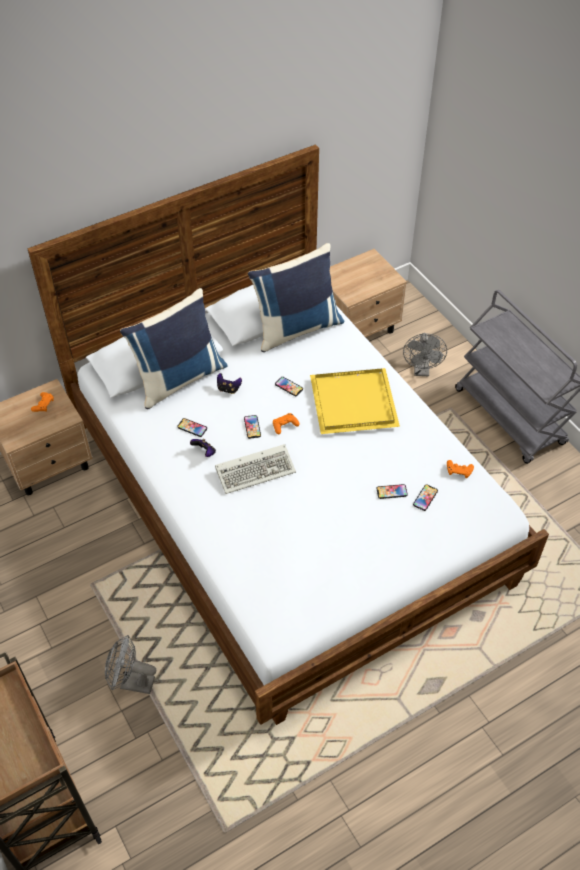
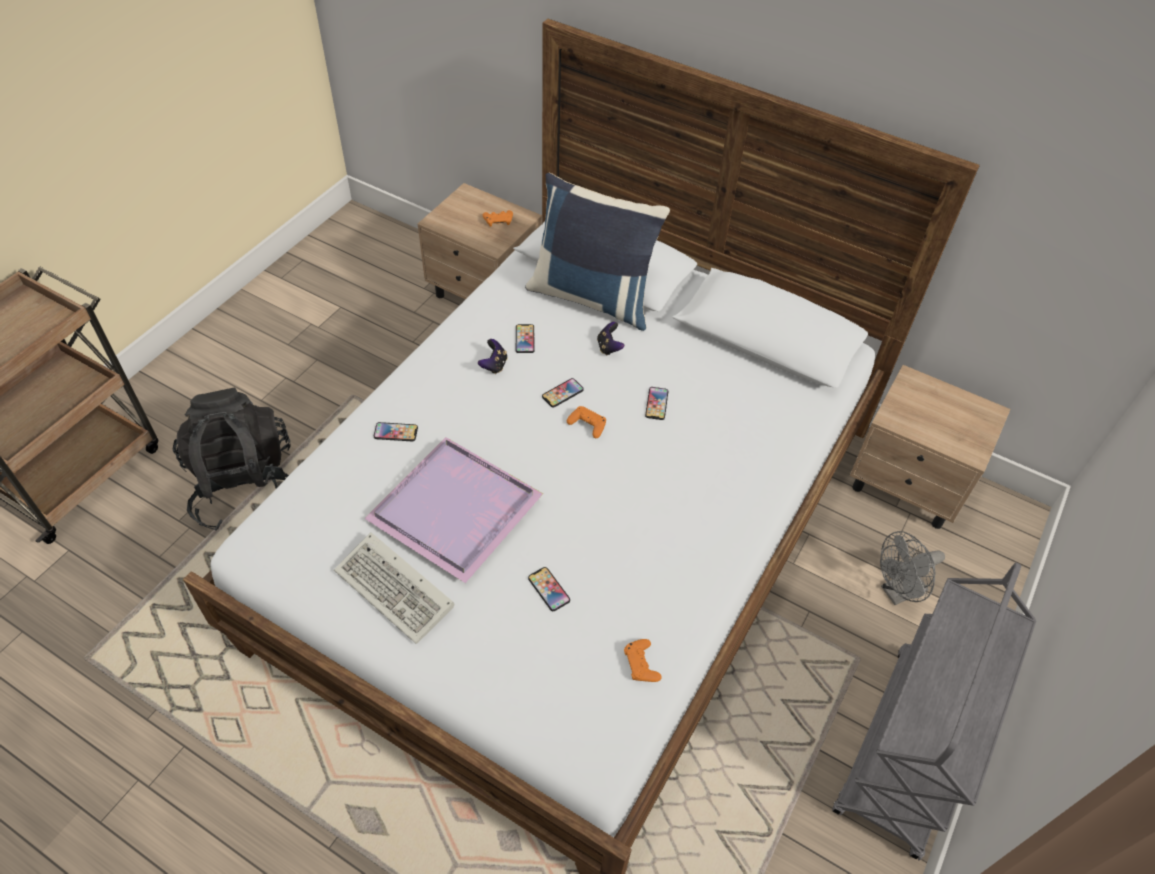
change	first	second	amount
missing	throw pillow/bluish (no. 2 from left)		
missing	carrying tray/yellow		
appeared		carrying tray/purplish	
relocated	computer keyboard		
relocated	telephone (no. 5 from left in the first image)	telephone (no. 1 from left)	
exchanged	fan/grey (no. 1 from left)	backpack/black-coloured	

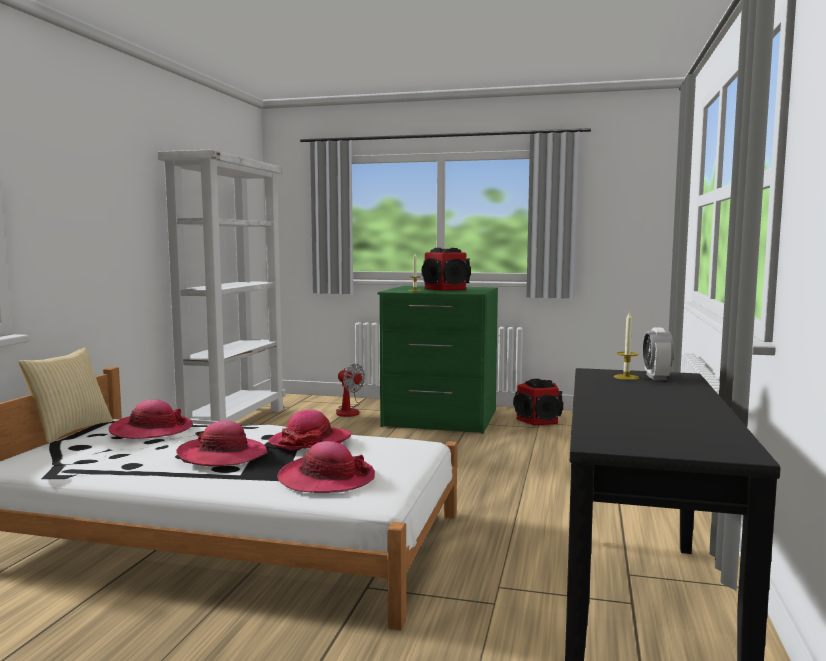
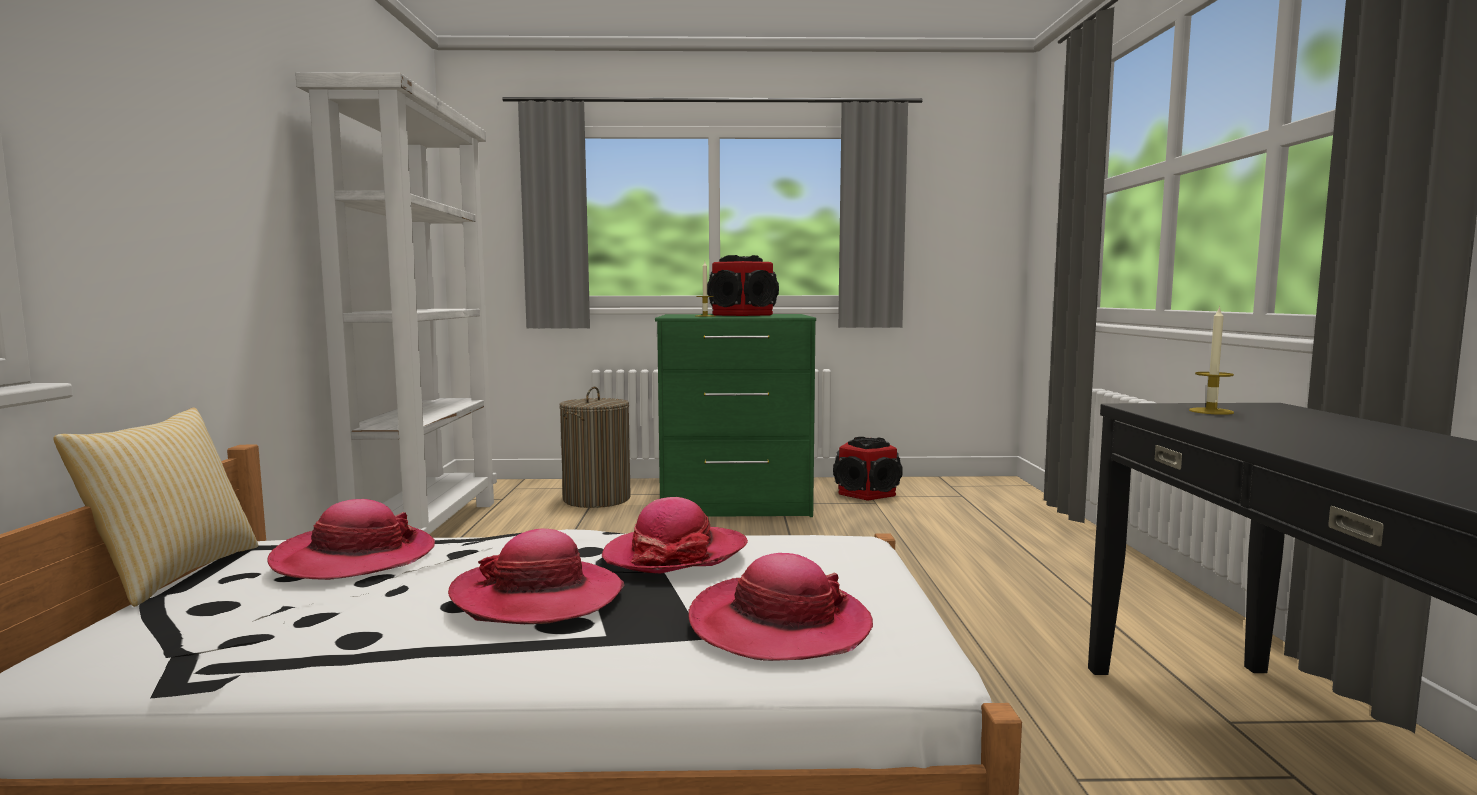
change	first	second	amount
missing	bedside clock		
exchanged	fan	hamper	

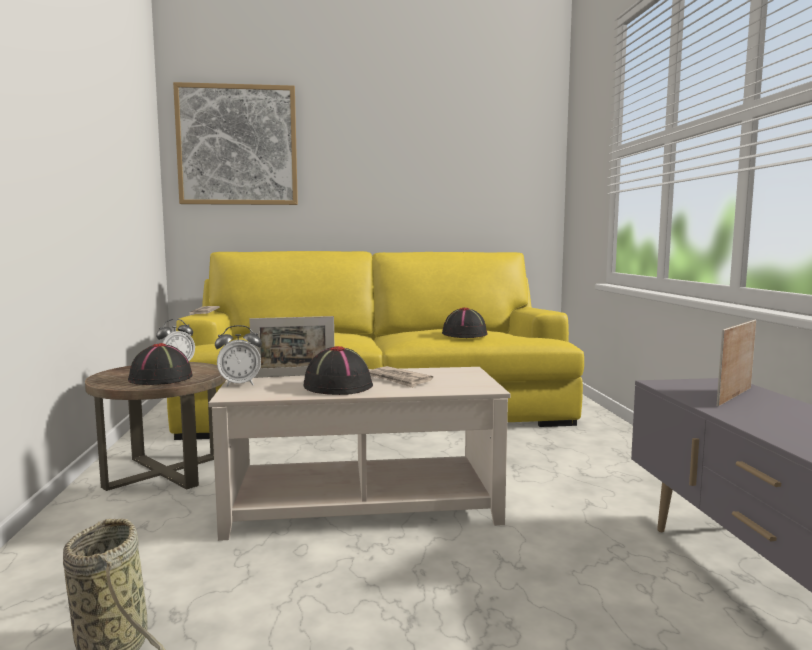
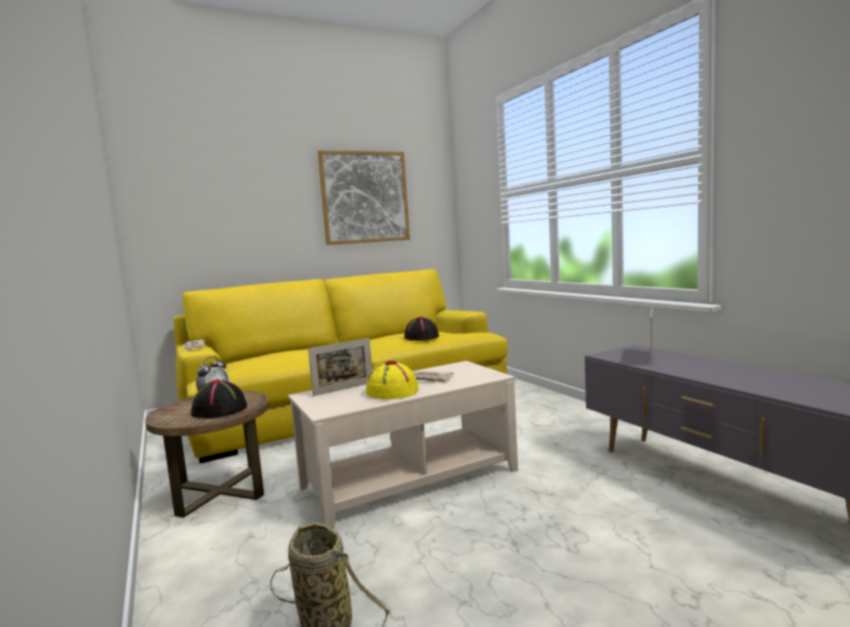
change	first	second	amount
missing	bedside clock (no. 2 from left)		
relocated	wall picture		
colour	clothing hat/black-coloured (no. 2 from left)	clothing hat/yellow	

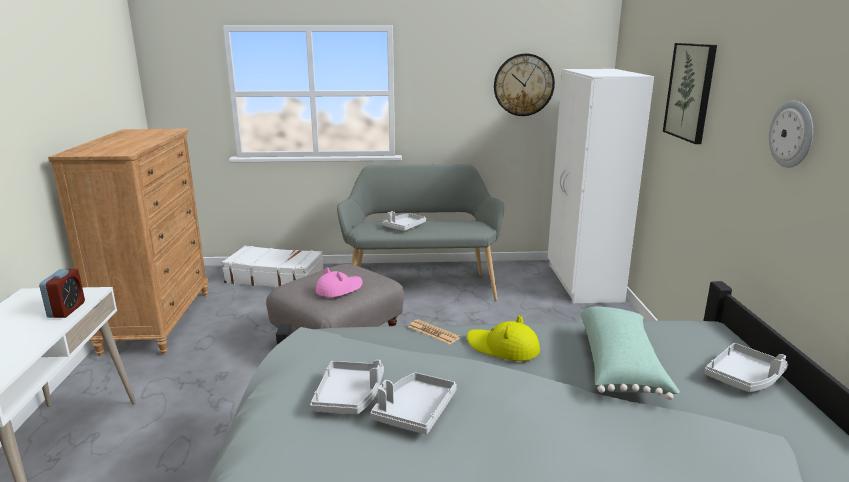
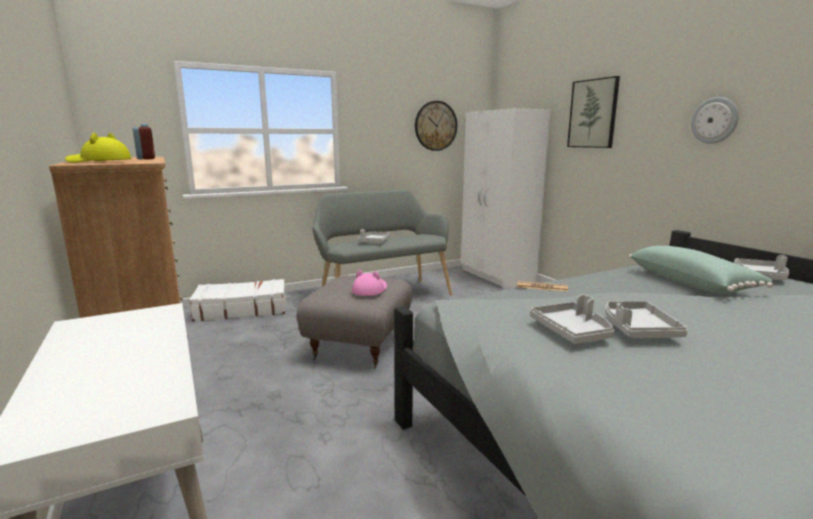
change	first	second	amount
relocated	bedside clock		
relocated	clothing hat/yellow		

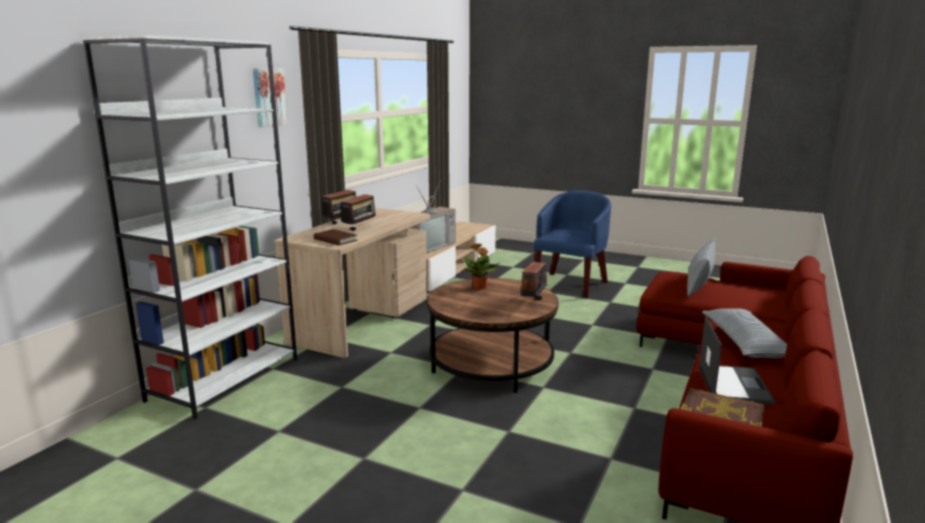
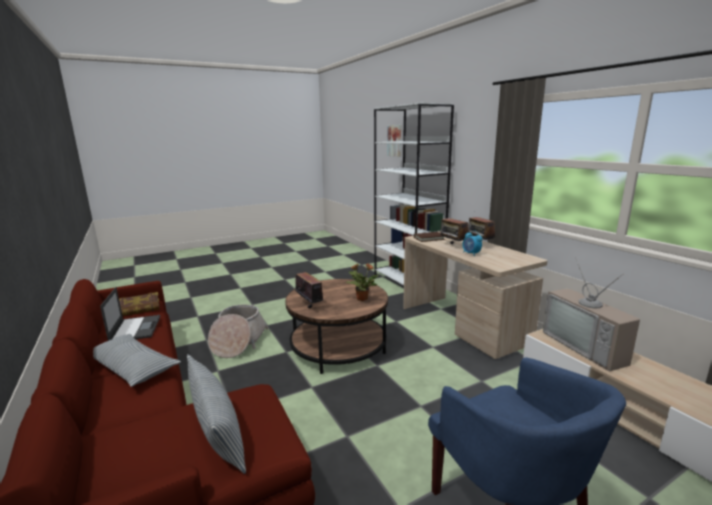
change	first	second	amount
appeared		basket	
appeared		bedside clock	
relocated	wall picture		
spun	laptop		150 degrees counterclockwise

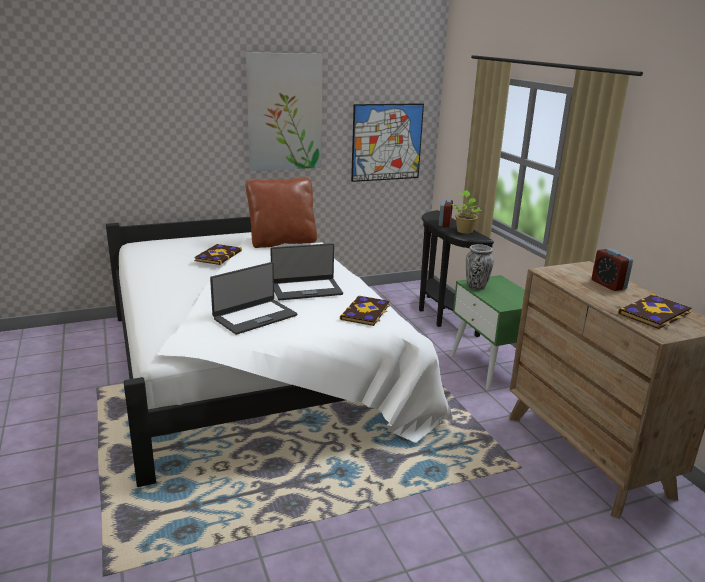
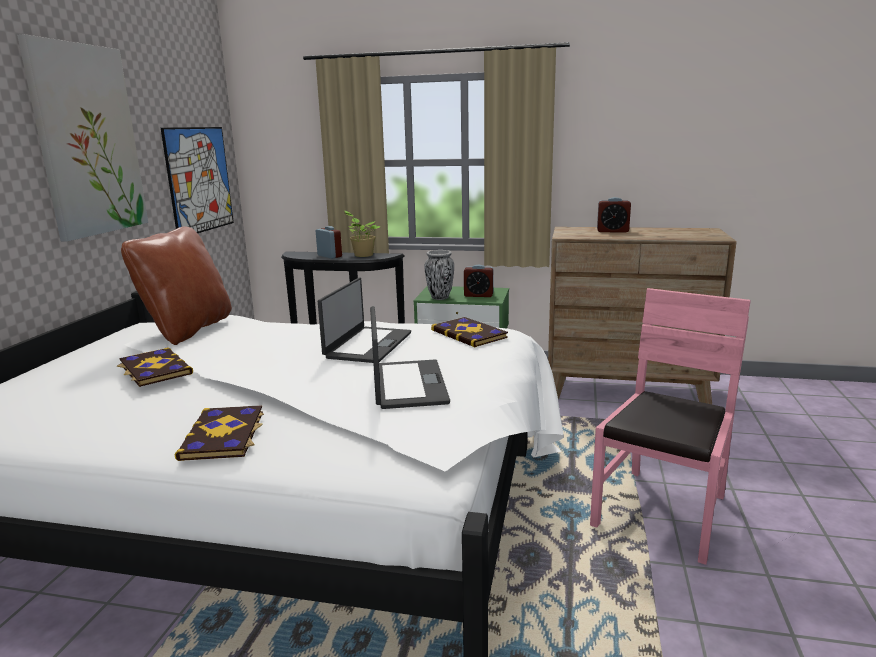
change	first	second	amount
appeared		bedside clock (no. 2 from left)	
appeared		upright chair/pink	
relocated	book (no. 3 from left in the first image)	book (no. 2 from left)	

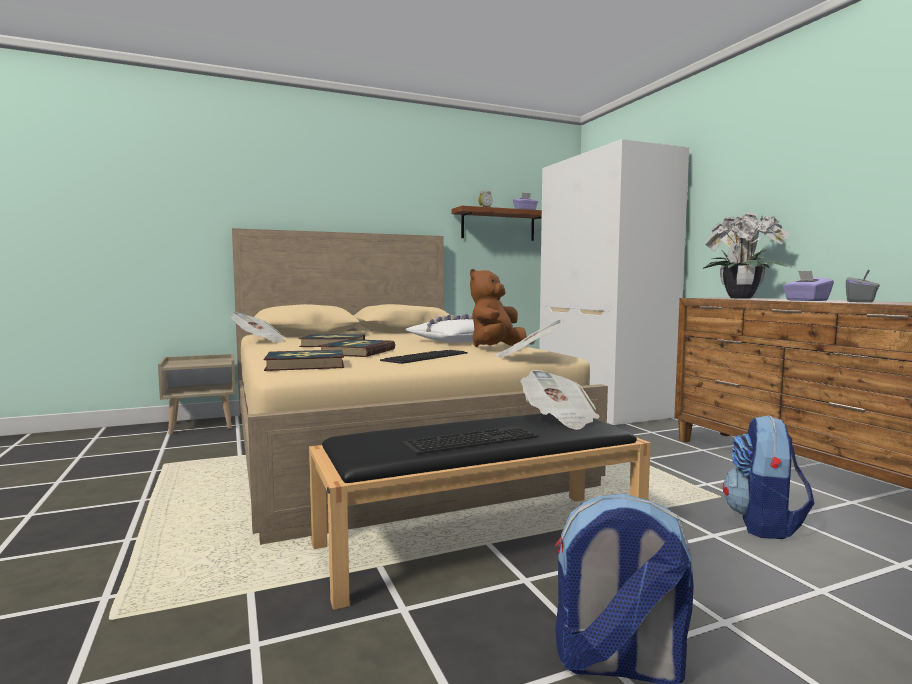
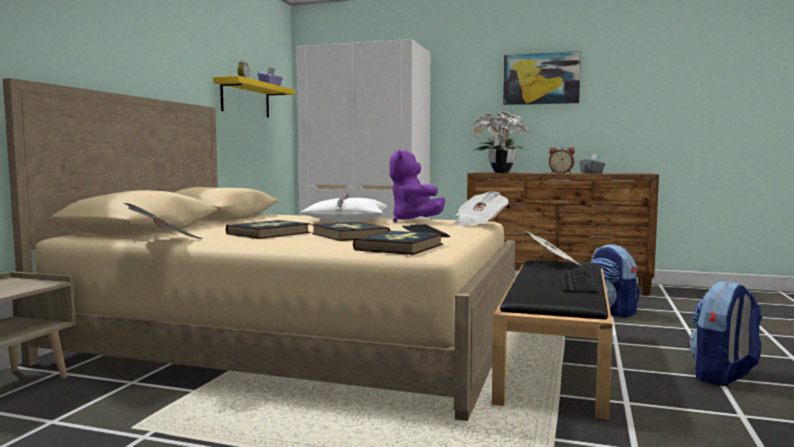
change	first	second	amount
appeared		wall picture	
exchanged	tissue box/purplish (no. 2 from left)	bedside clock (no. 2 from left)	
colour	wall shelf/brown-coloured	wall shelf/yellow	
colour	cuddly toy/brown-coloured	cuddly toy/purplish	

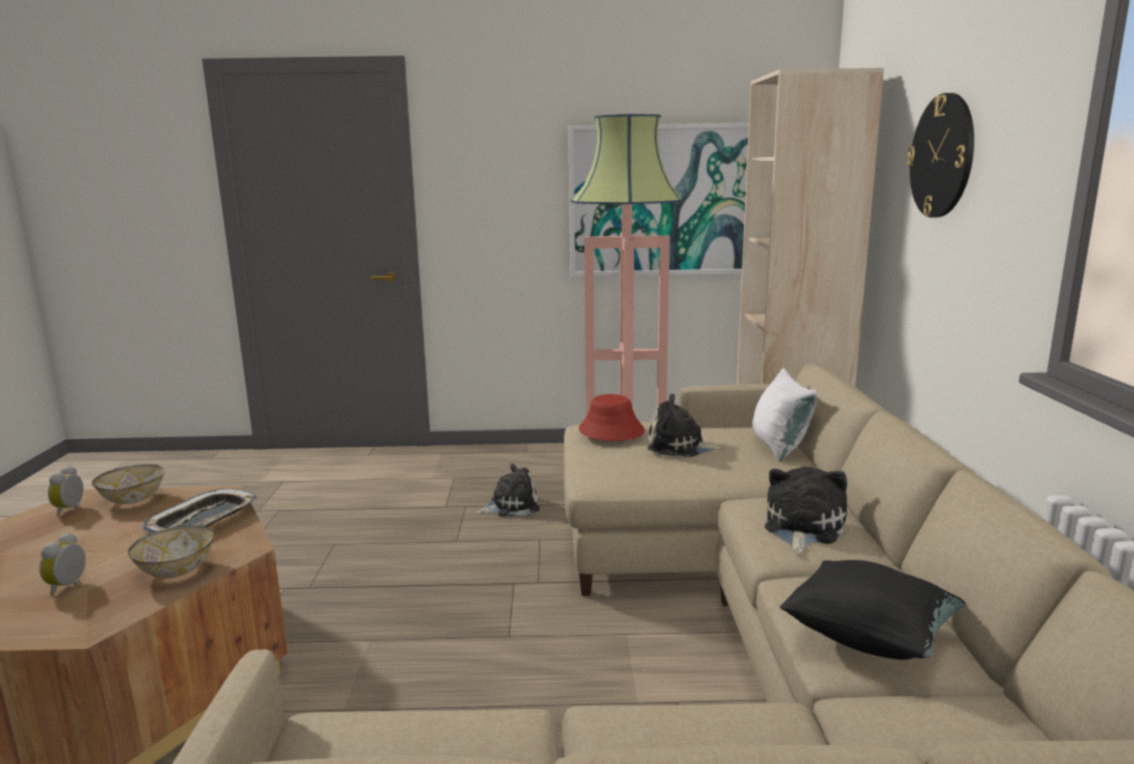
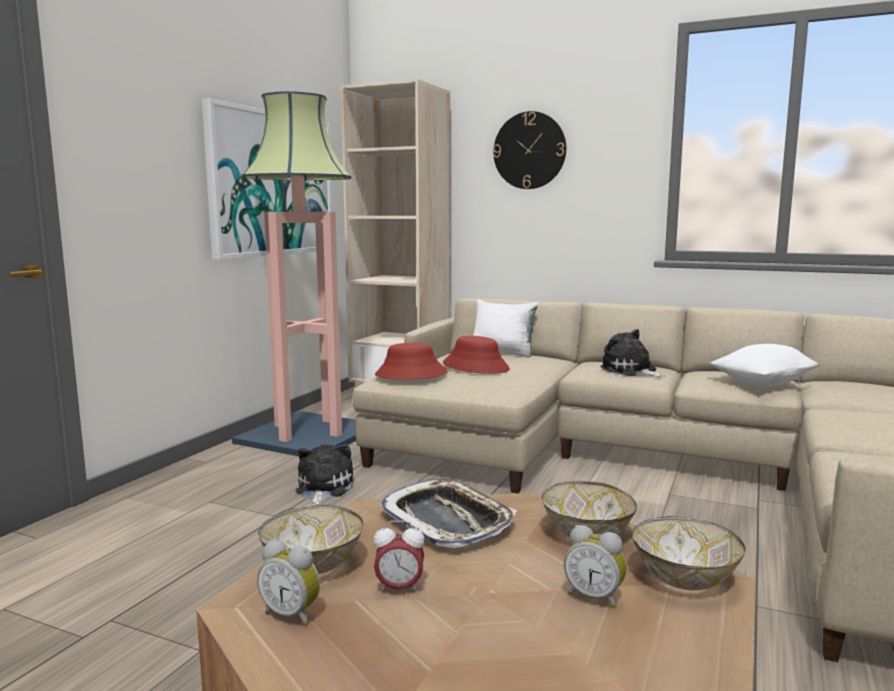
change	first	second	amount
appeared		bedside clock (no. 2 from left)	
appeared		deep dish (no. 3 from left)	
exchanged	cuddly toy (no. 2 from left)	clothing hat/red-coloured (no. 2 from left)	
colour	throw pillow/black-coloured	throw pillow/white-coloured (no. 2 from left)	

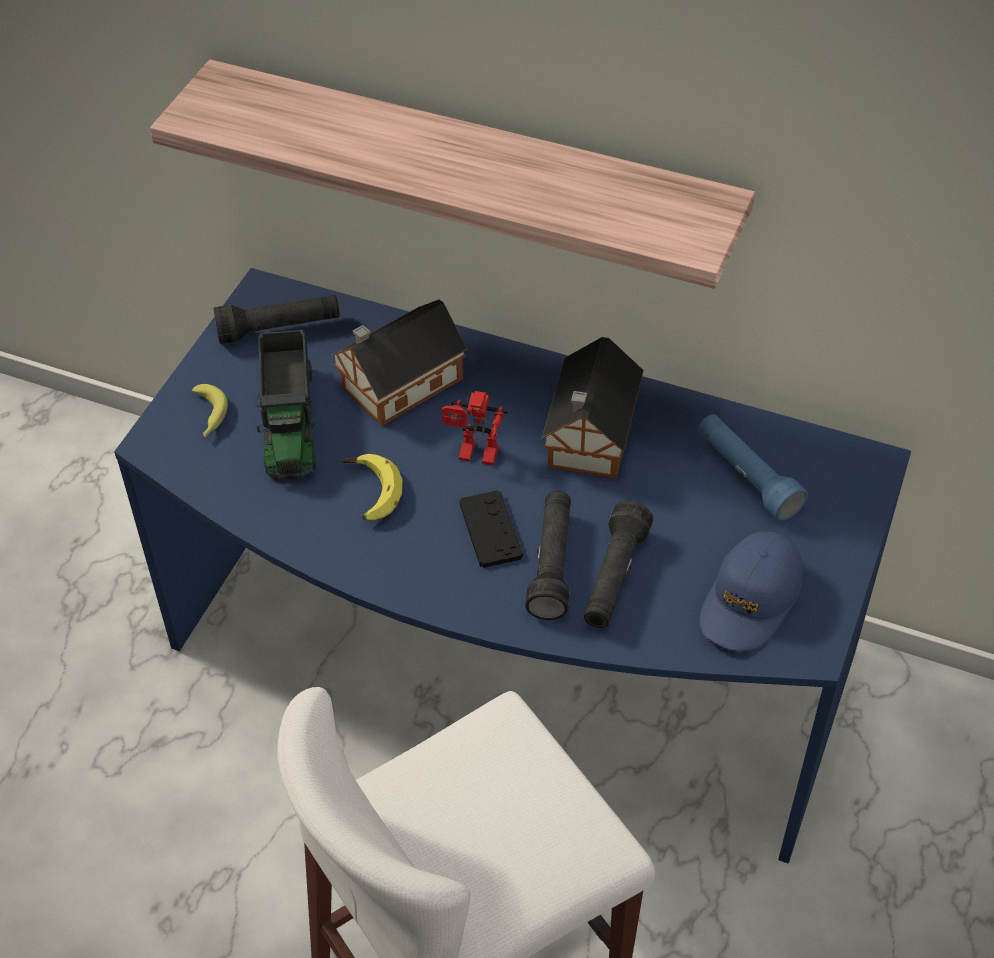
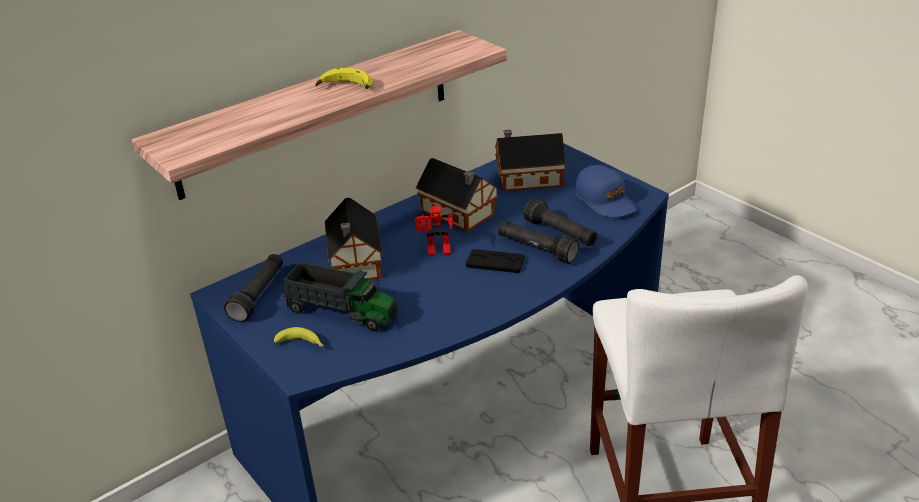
change	first	second	amount
relocated	banana fruit (no. 2 from left)		
exchanged	torch/bluish	miniature house (no. 3 from left)	
spun	model robot		45 degrees clockwise

